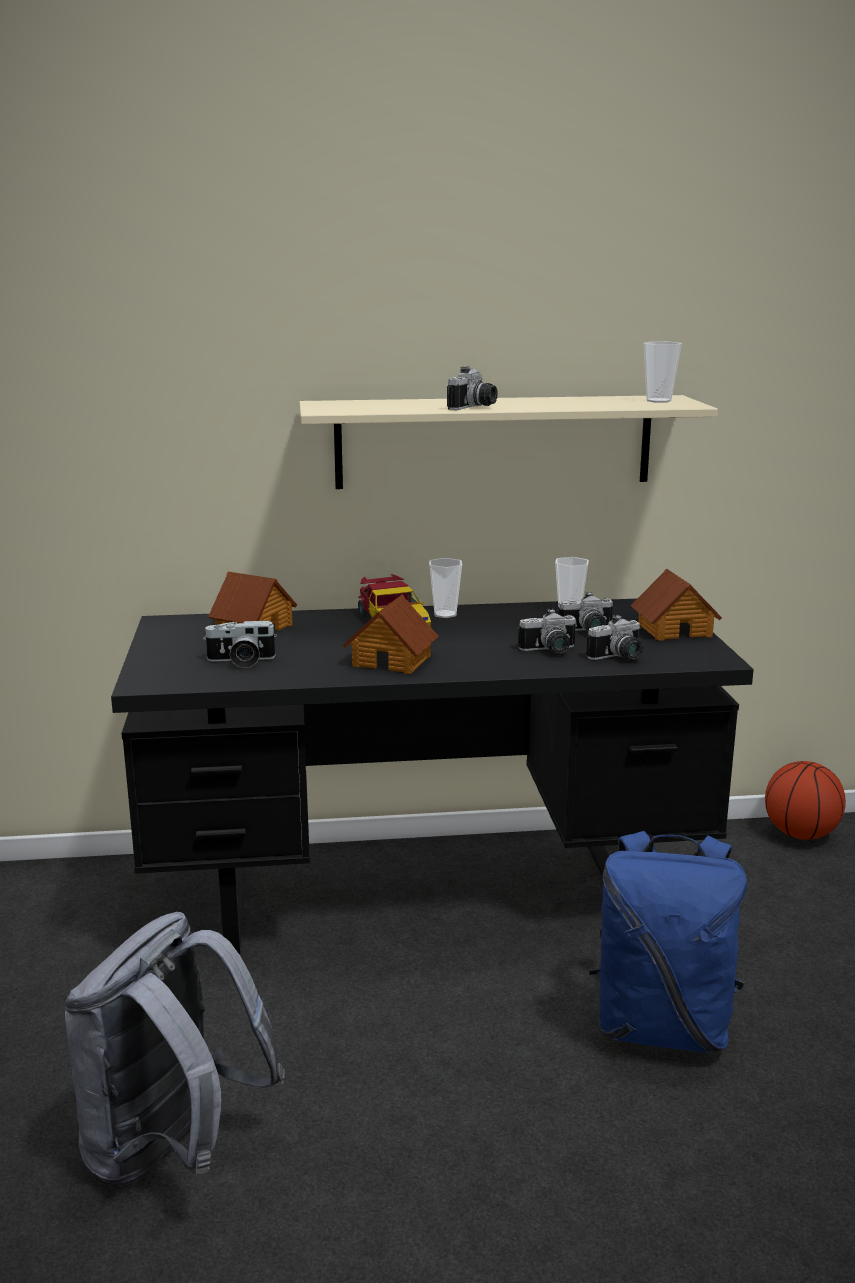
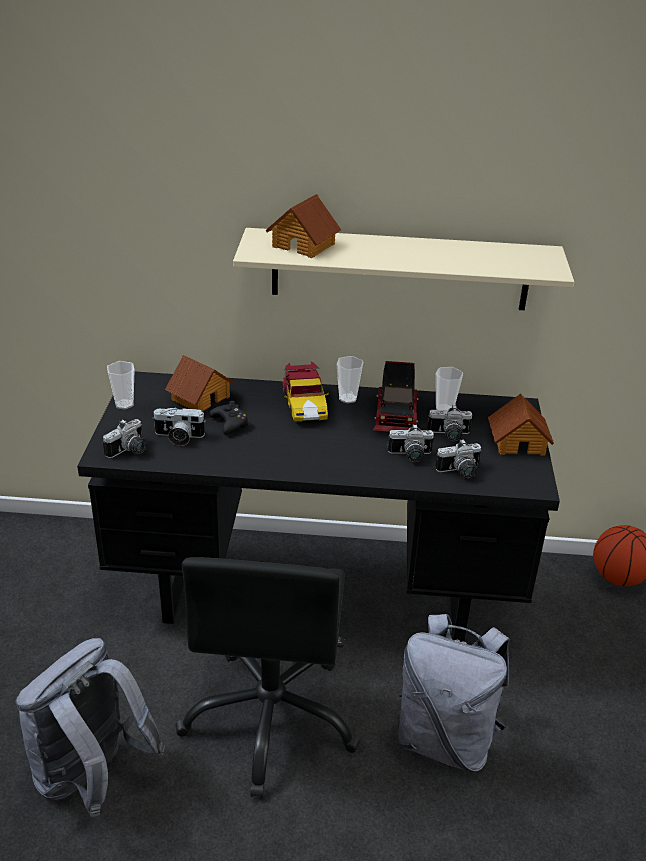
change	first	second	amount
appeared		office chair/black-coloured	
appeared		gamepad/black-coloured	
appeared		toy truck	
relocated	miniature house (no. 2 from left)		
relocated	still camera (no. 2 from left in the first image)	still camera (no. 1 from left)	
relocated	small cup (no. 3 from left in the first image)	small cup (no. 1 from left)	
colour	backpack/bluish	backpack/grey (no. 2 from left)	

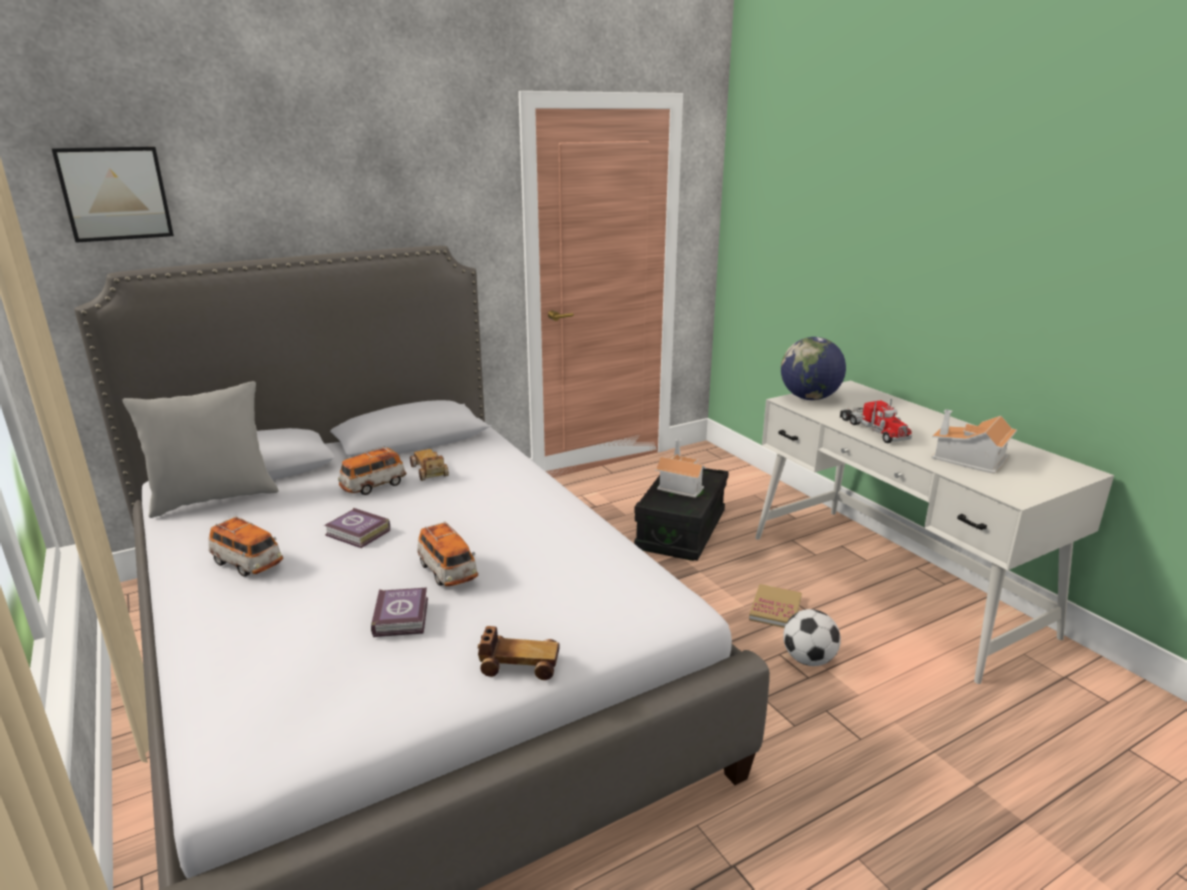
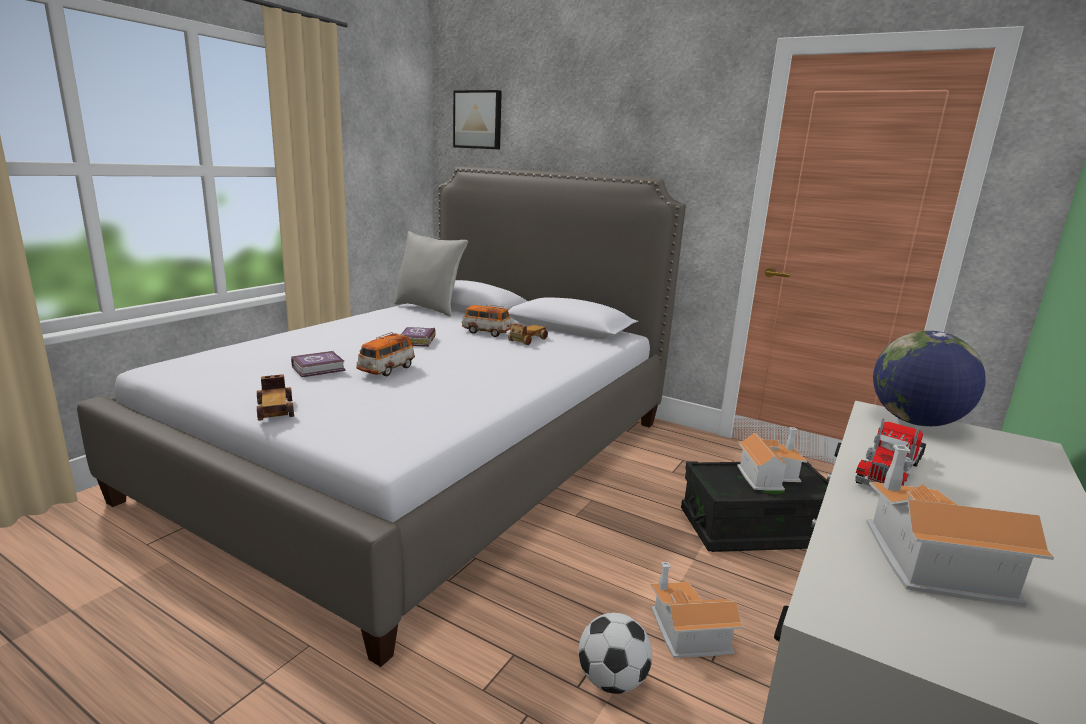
change	first	second	amount
missing	toy car (no. 1 from left)		
exchanged	book (no. 3 from left)	miniature house (no. 1 from left)	

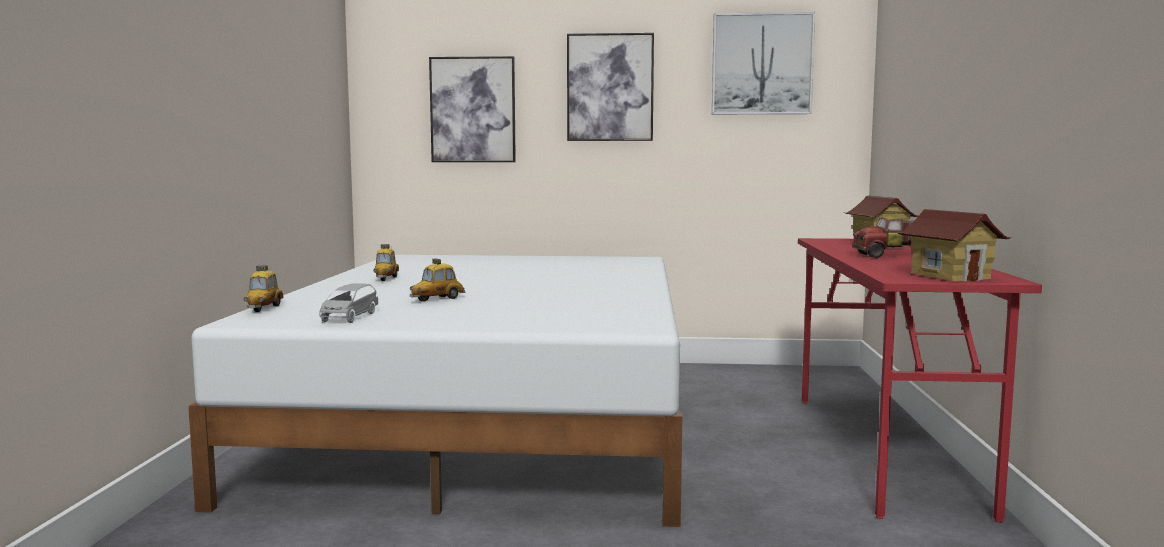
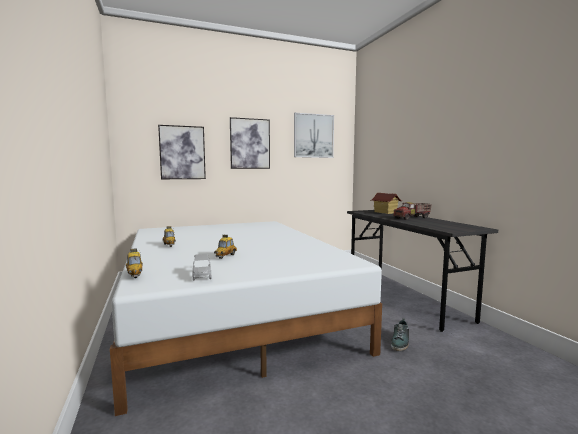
change	first	second	amount
missing	miniature house (no. 2 from left)		
appeared		item of footwear	
colour	desk/red-coloured	desk/grey	

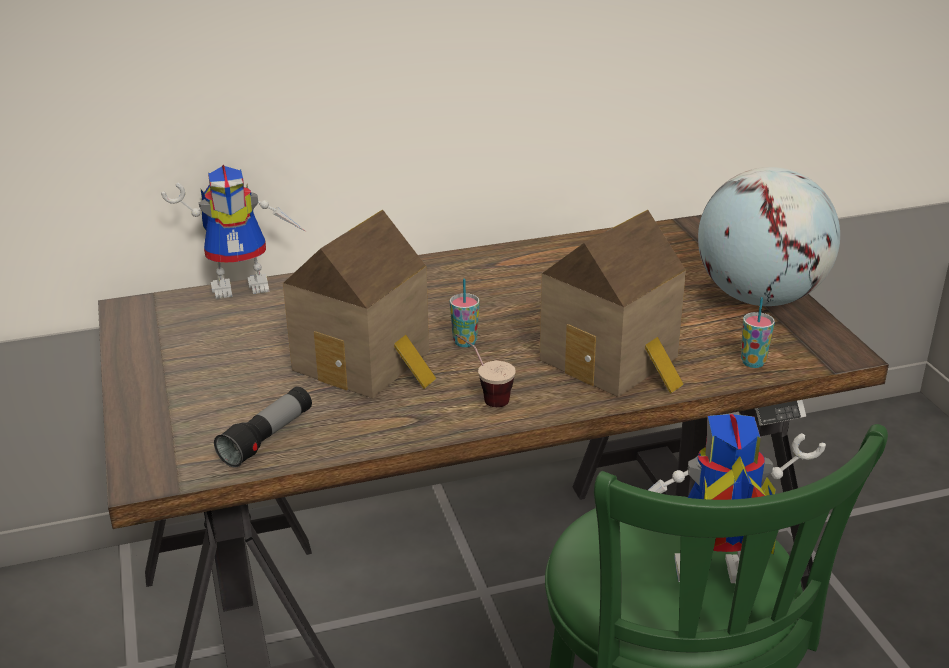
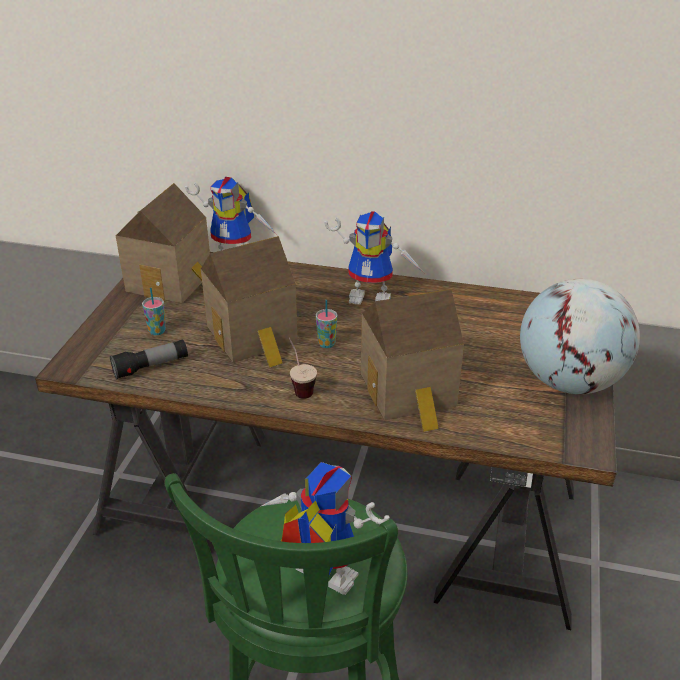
change	first	second	amount
appeared		miniature house (no. 1 from left)	
appeared		model robot (no. 3 from left)	
relocated	small cup (no. 3 from left in the first image)	small cup (no. 1 from left)	

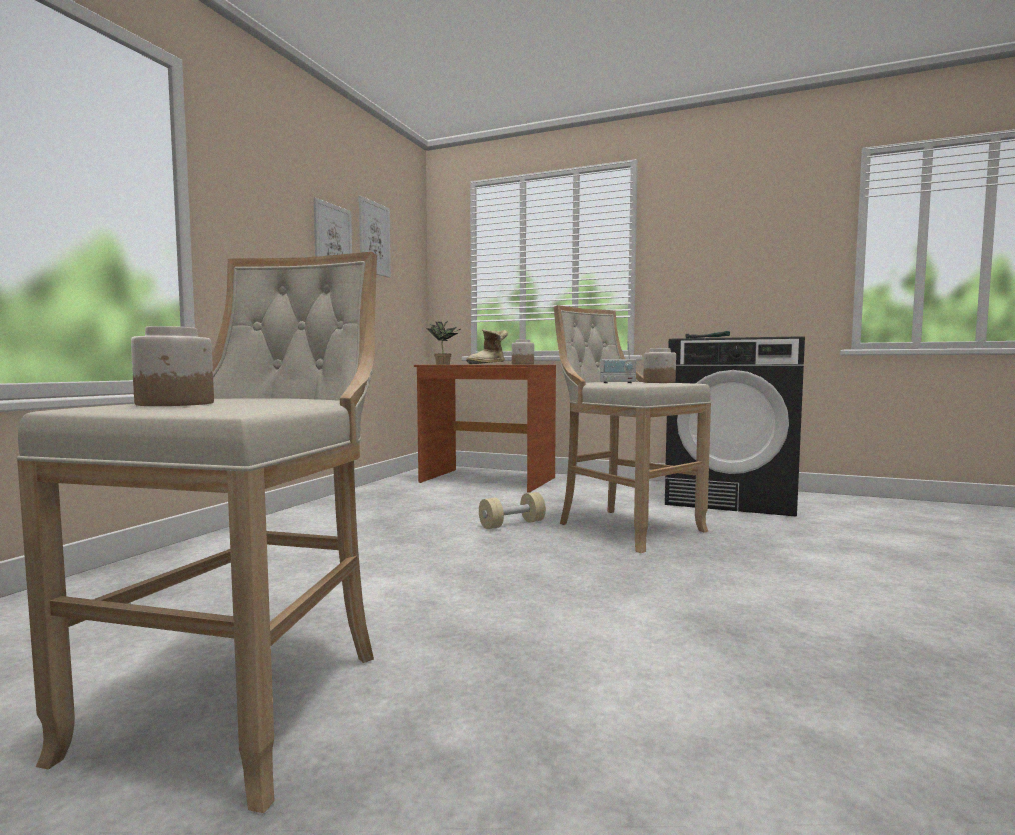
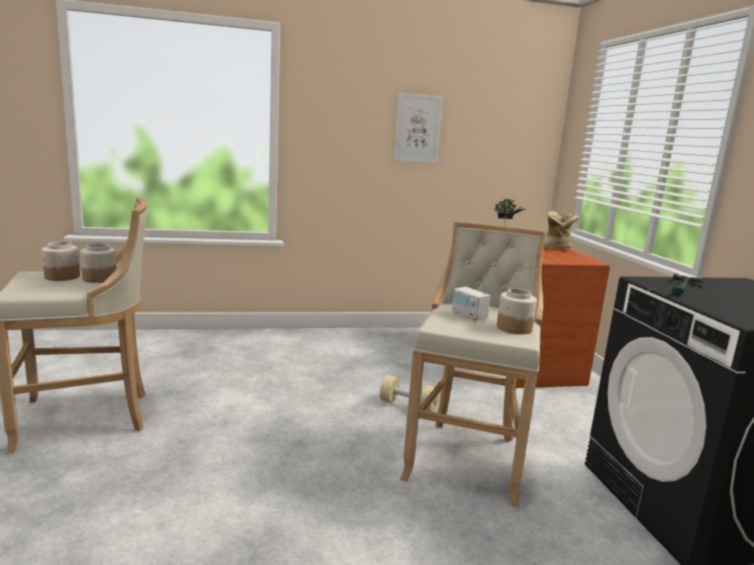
change	first	second	amount
missing	wall picture (no. 2 from left)		
relocated	preserve jar (no. 2 from left)		

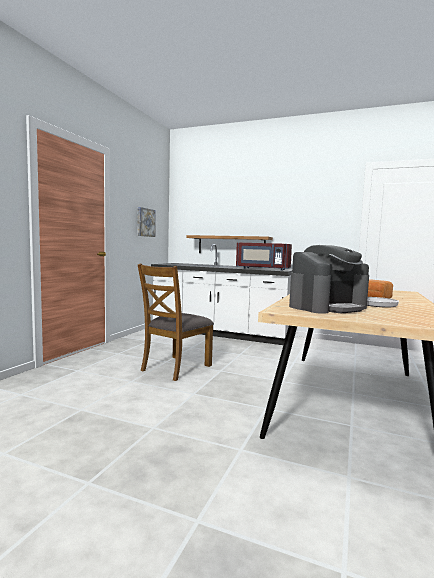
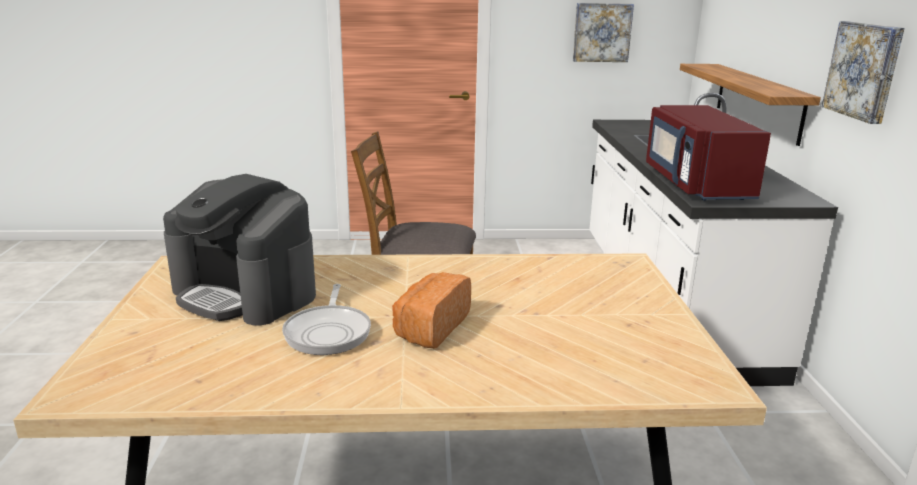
change	first	second	amount
appeared		wall picture (no. 2 from left)	

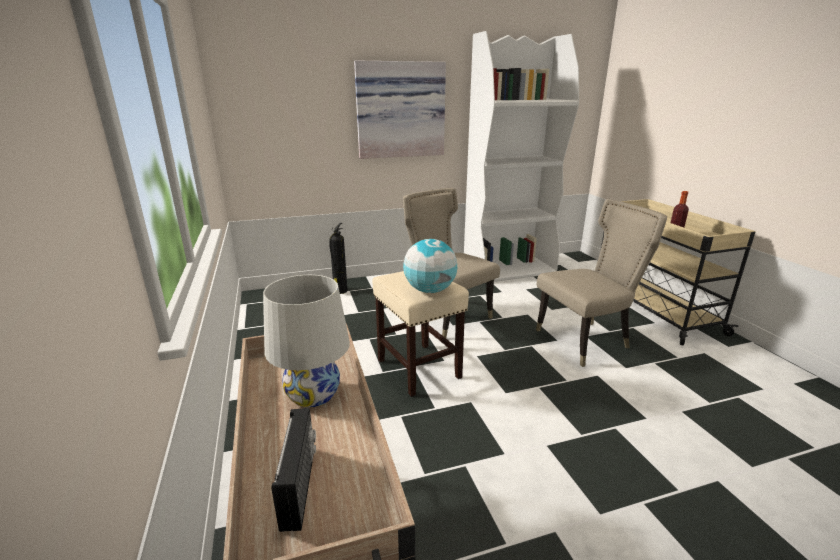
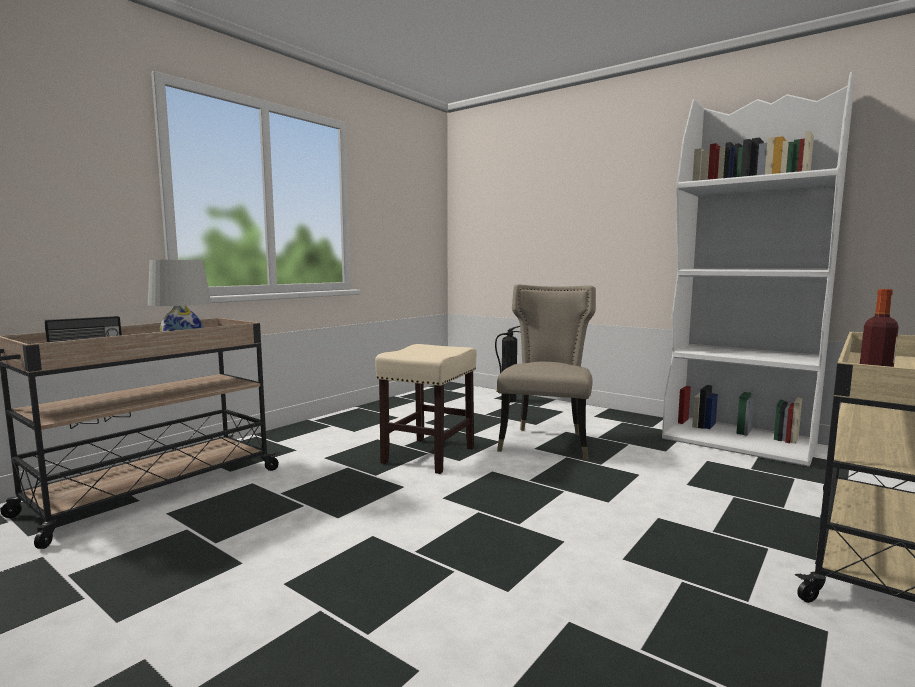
change	first	second	amount
missing	wall picture		
missing	desk globe		
missing	upright chair/beige (no. 2 from left)		

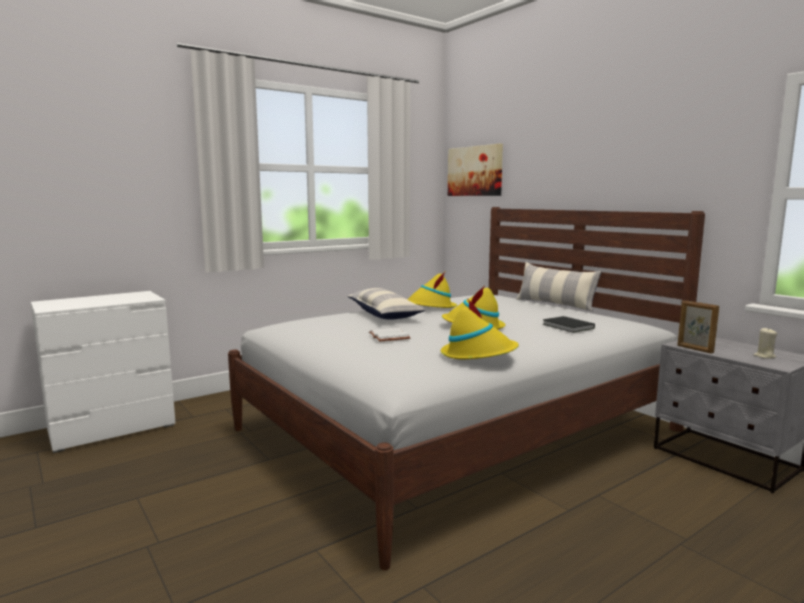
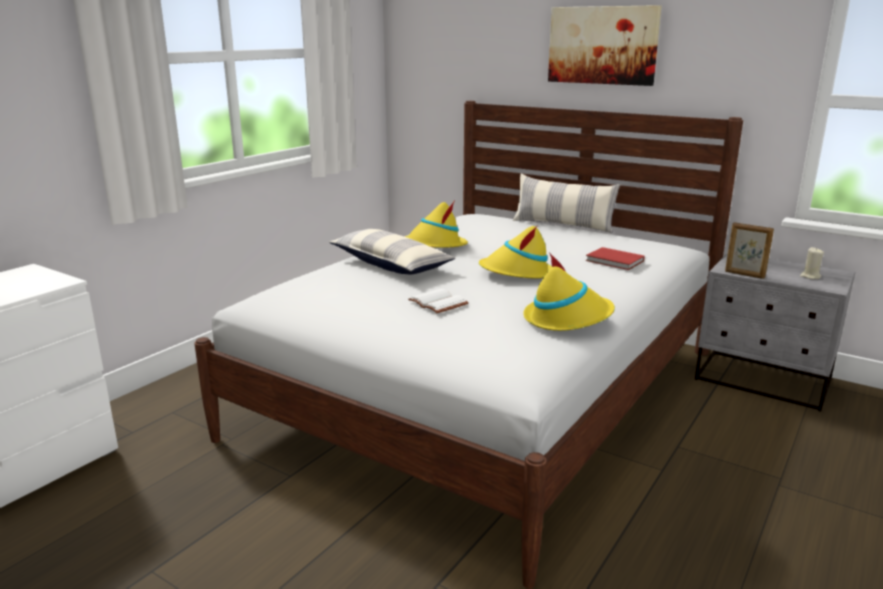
change	first	second	amount
relocated	wall picture		
colour	book/black-coloured	book/red-coloured	

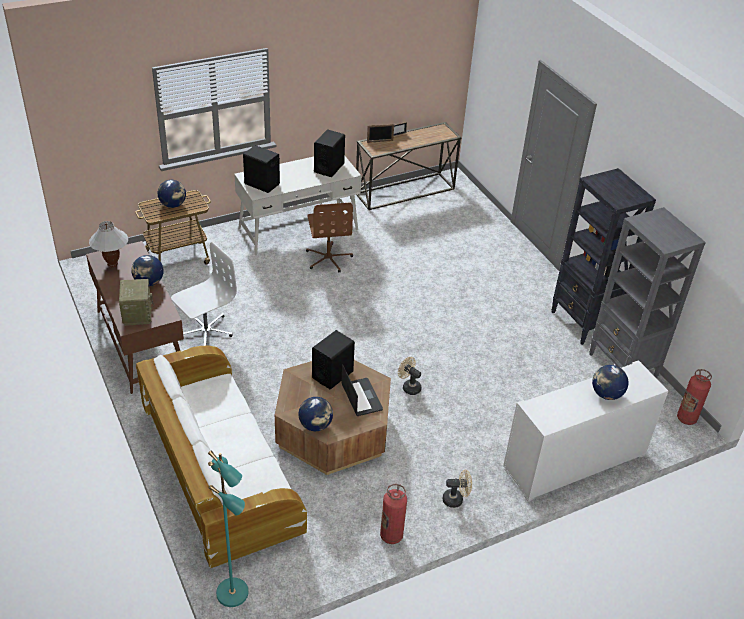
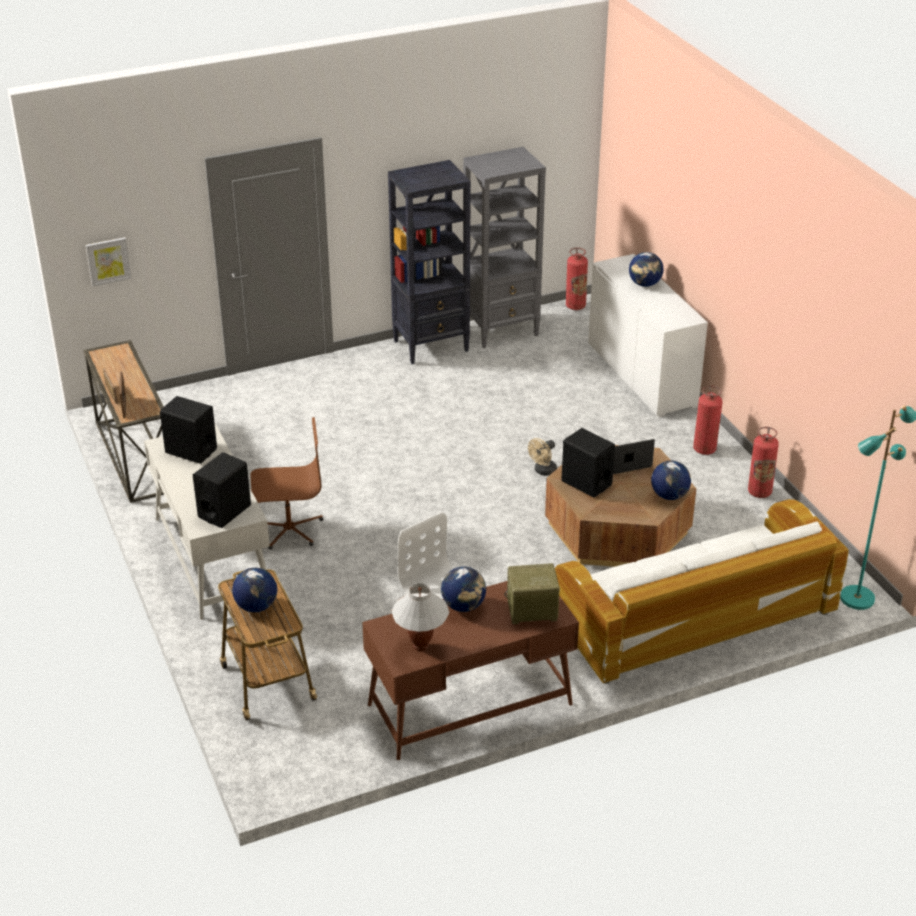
change	first	second	amount
appeared		wall picture	
exchanged	fan/beige (no. 2 from left)	fire extinguisher (no. 2 from left)	

